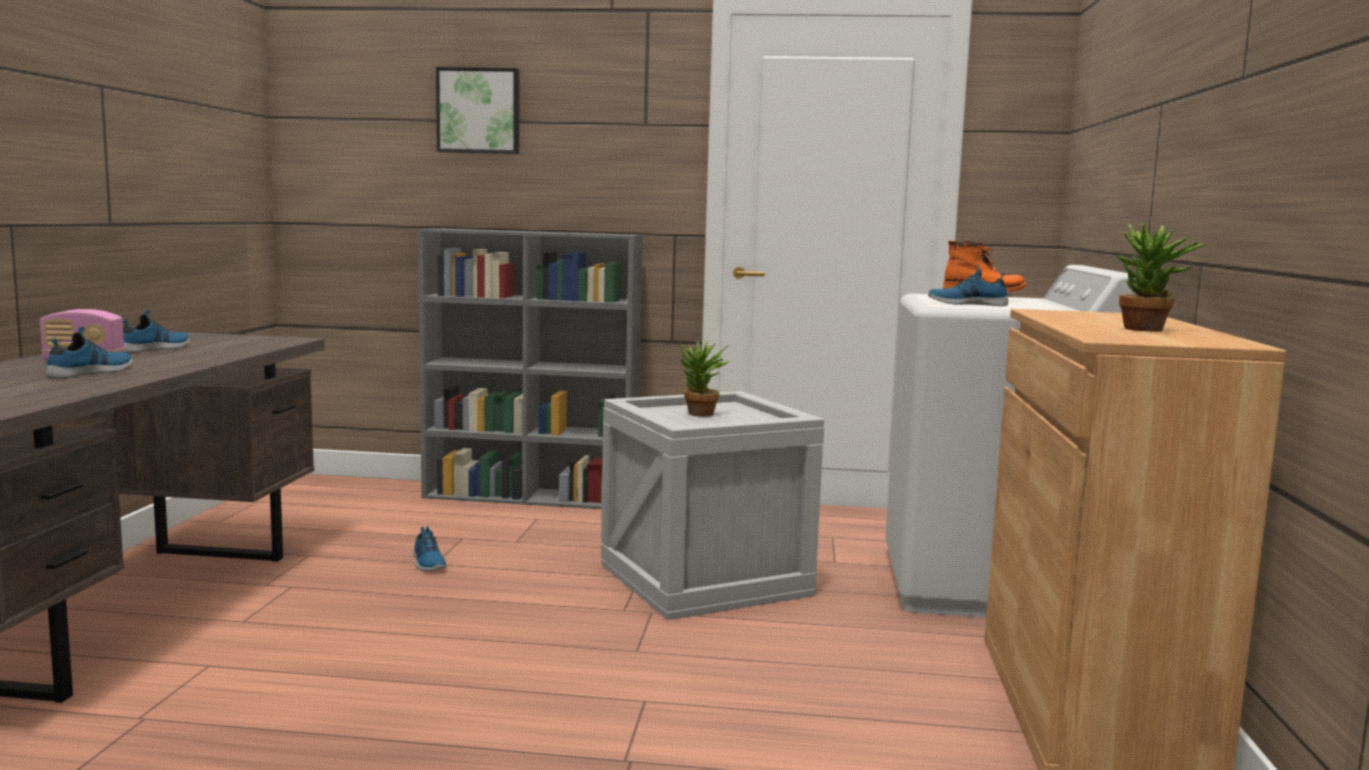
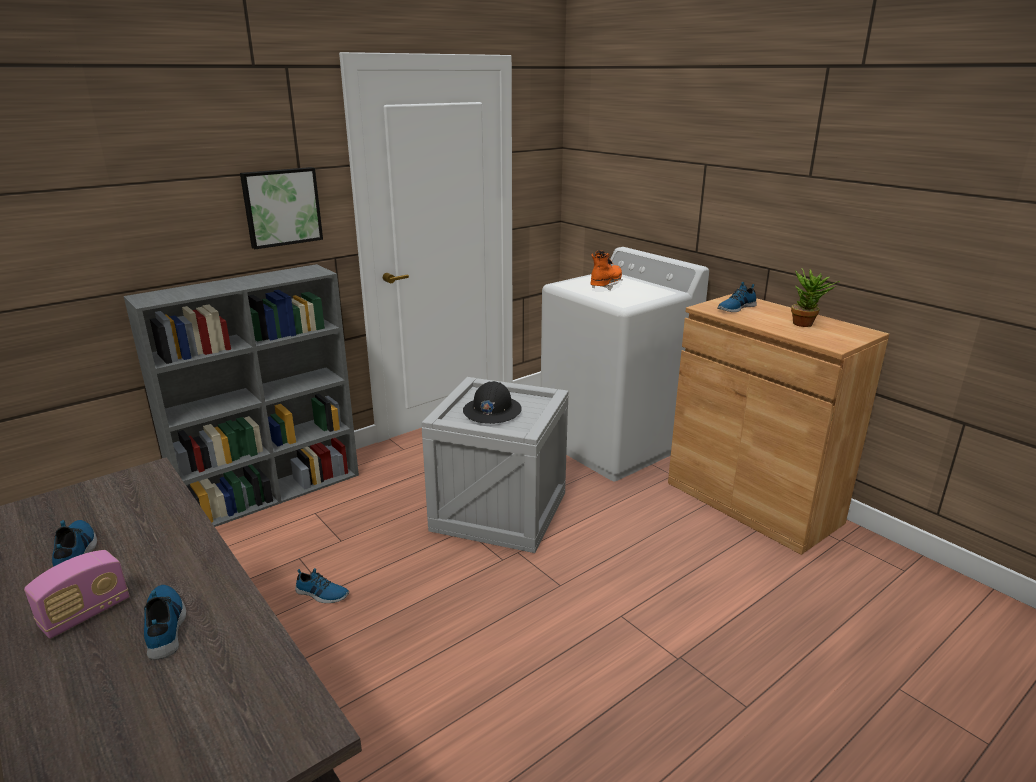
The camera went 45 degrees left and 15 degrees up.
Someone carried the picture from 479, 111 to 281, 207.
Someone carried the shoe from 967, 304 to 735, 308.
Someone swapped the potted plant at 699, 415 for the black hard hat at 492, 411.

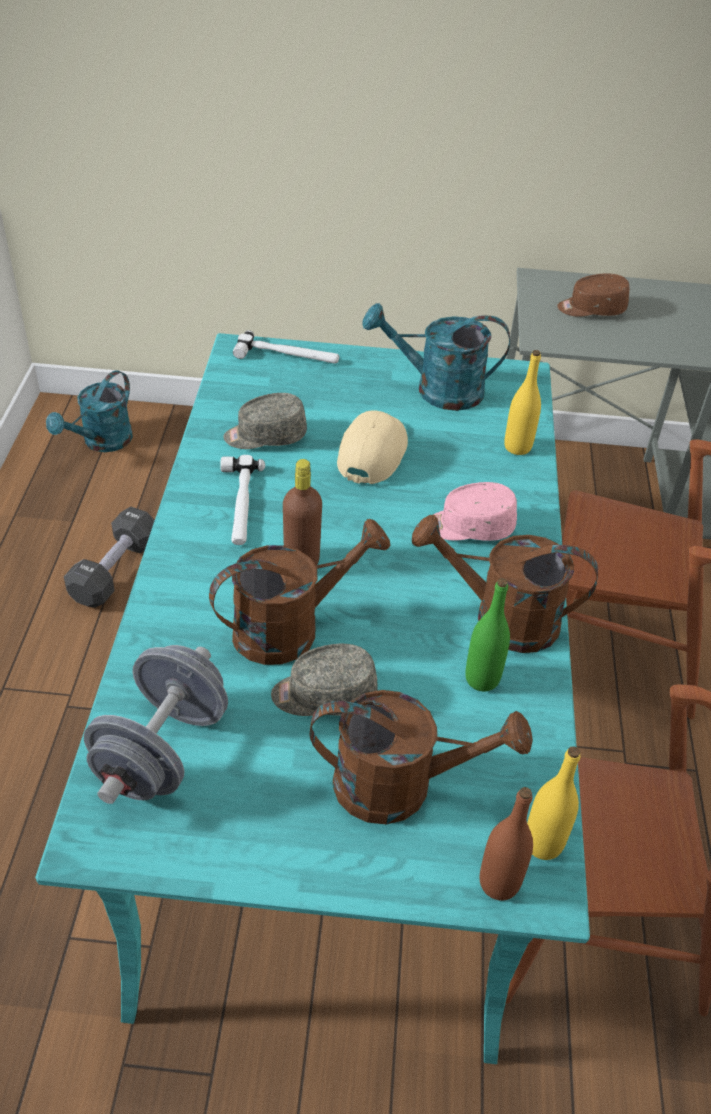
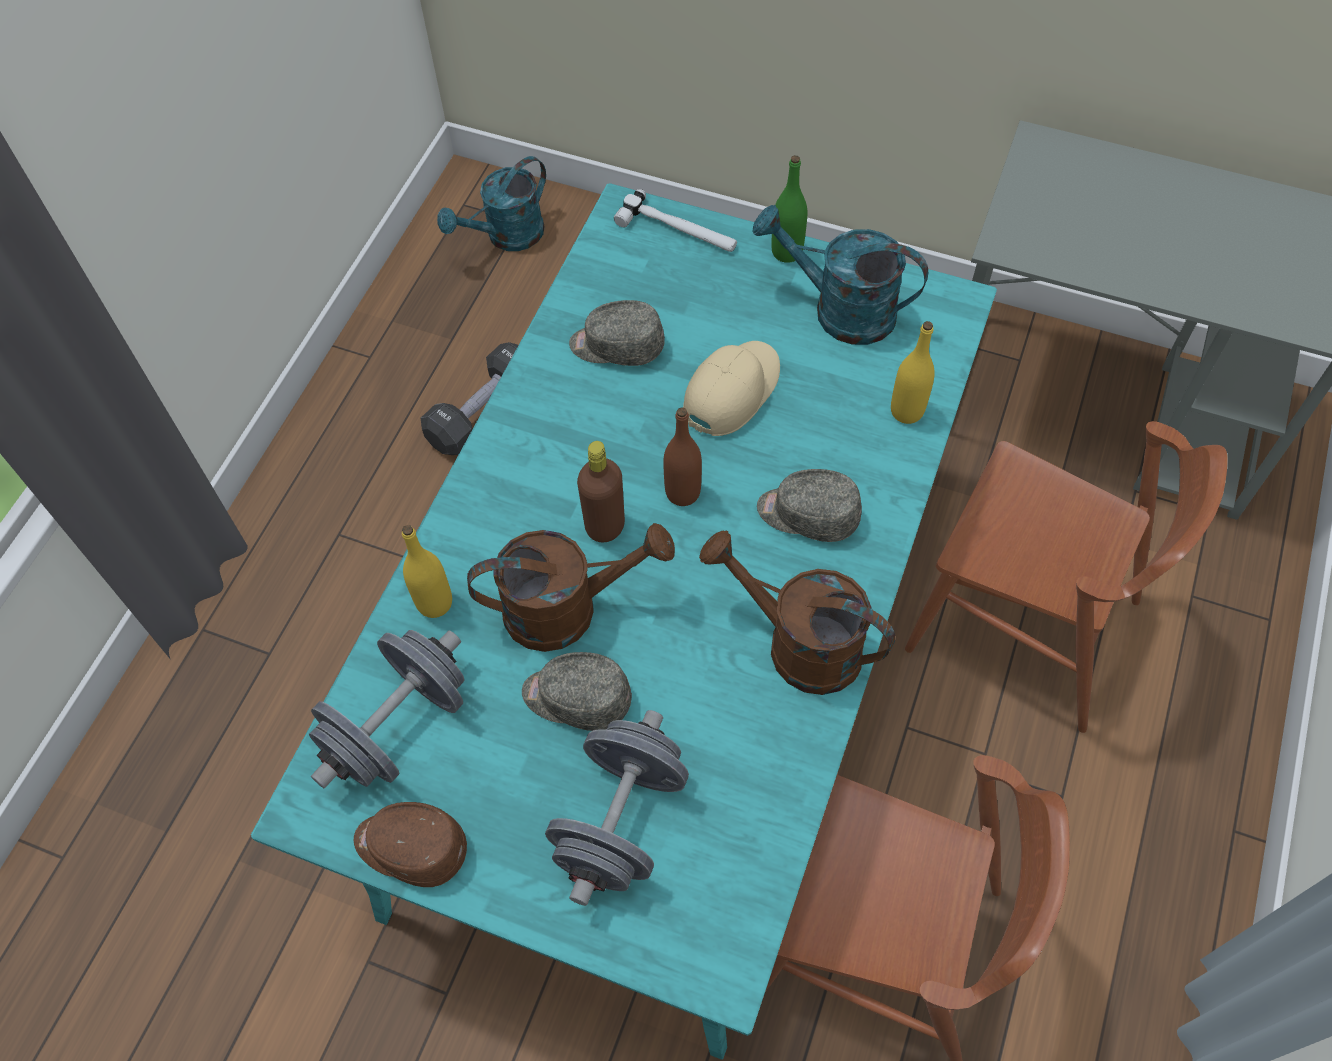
The camera went 20 degrees right and 15 degrees up.
Someone took away the hammer at 240, 504.
Someone carried the green bottle from 482, 679 to 786, 252.
Someone carried the brown bottle from 499, 883 to 682, 492.
Someone carried the yellow bottle from 543, 843 to 434, 603.
Someone carried the brown cap from 591, 309 to 410, 847.
Someone swapped the brown watering can at 401, 785 for the grey dumbbell at 620, 821.
Someone repainted the pink cap at 469, 526, which became the grey cap at 807, 514.

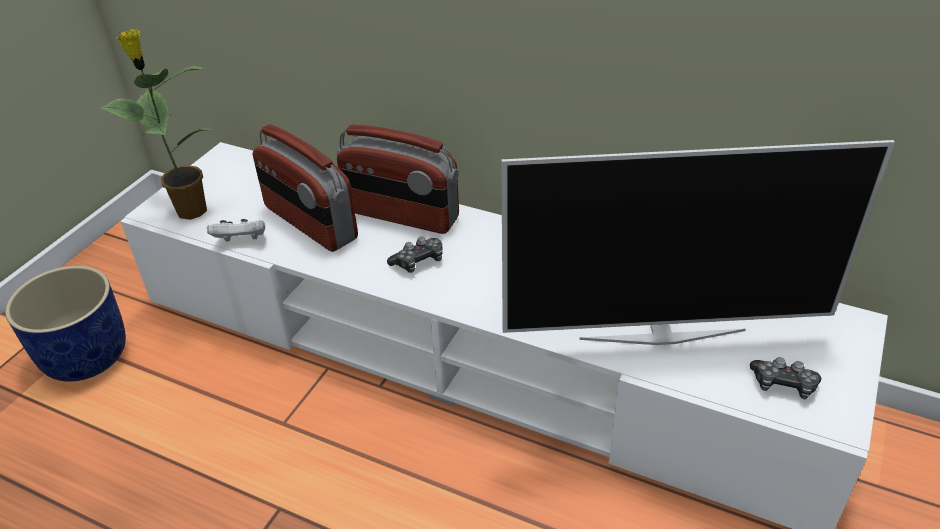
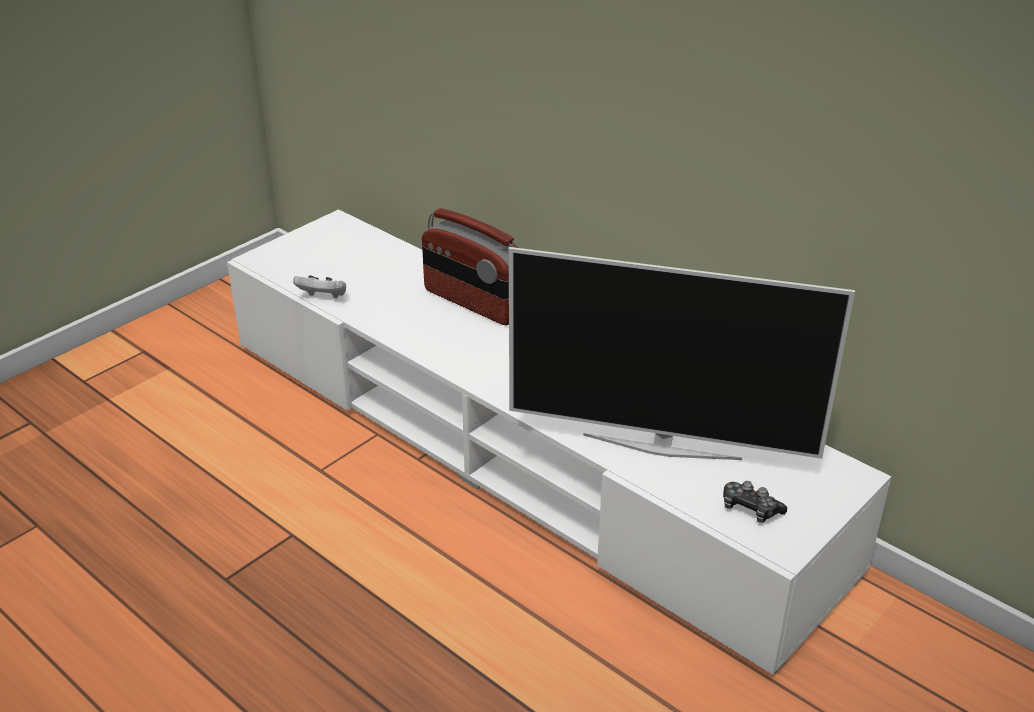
The camera went 15 degrees right and 5 degrees down.
Someone took away the blue planter at 86, 355.
Someone took away the potted plant at 189, 209.
Someone took away the radio at 309, 223.
Someone took away the game controller at 418, 261.

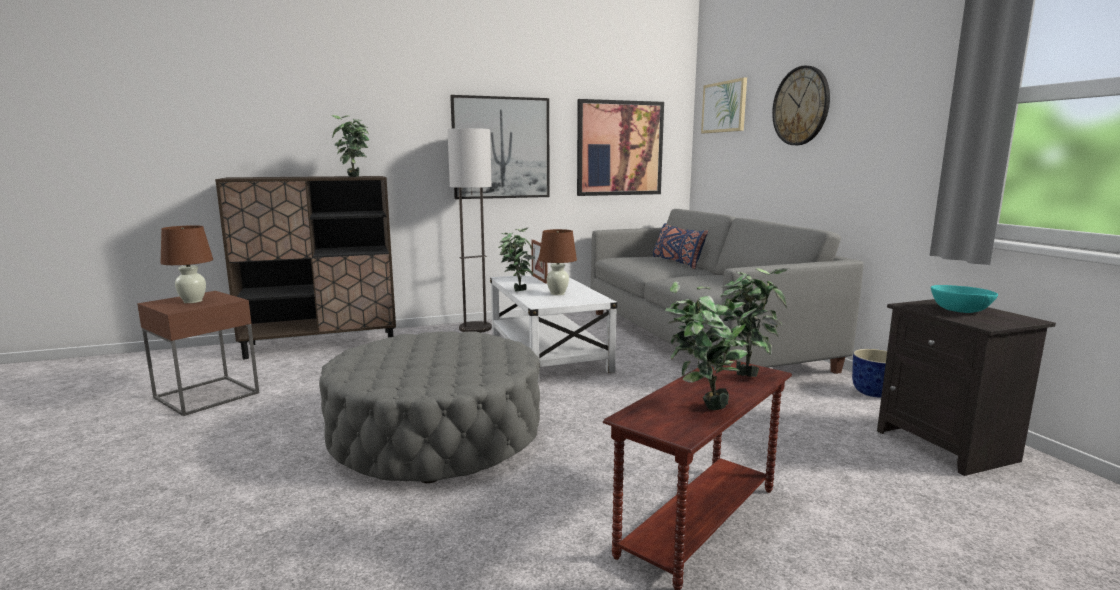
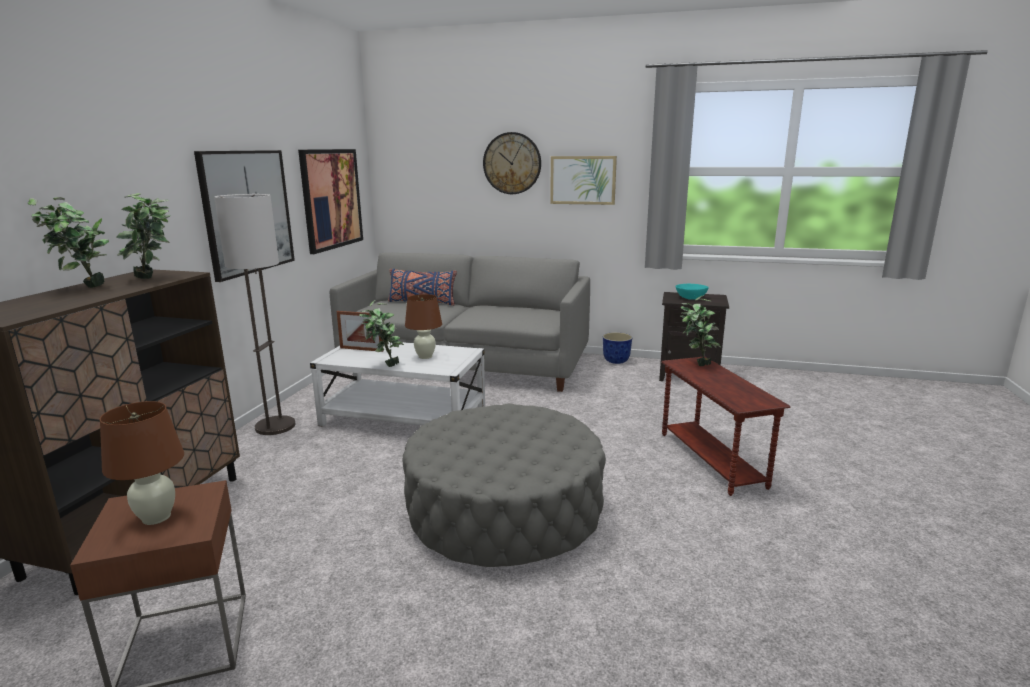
The camera went 55 degrees left and 5 degrees up.
Someone carried the potted plant from 699, 407 to 83, 288.
Someone carried the picture from 724, 107 to 583, 180.

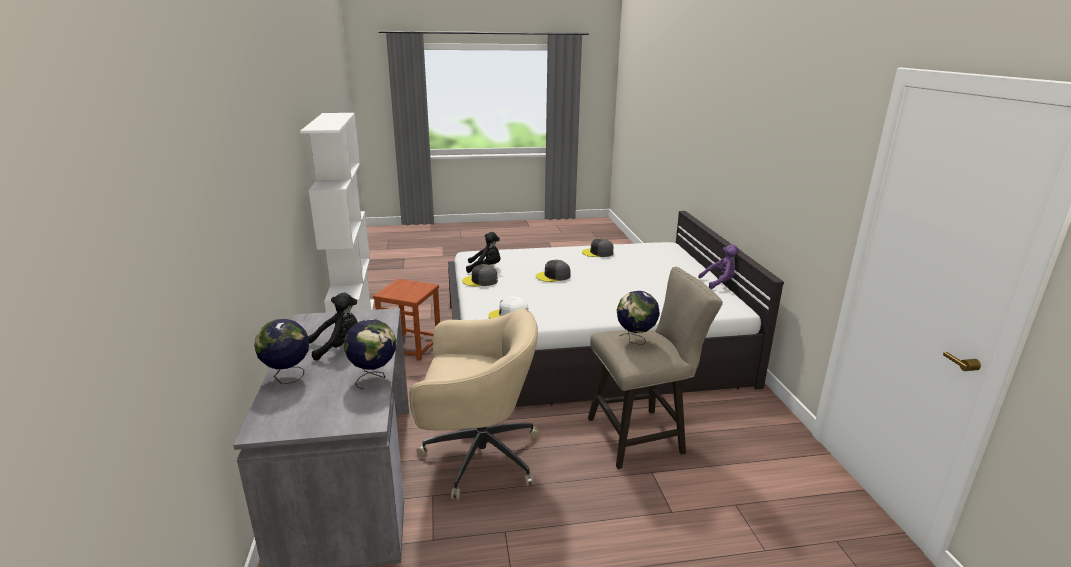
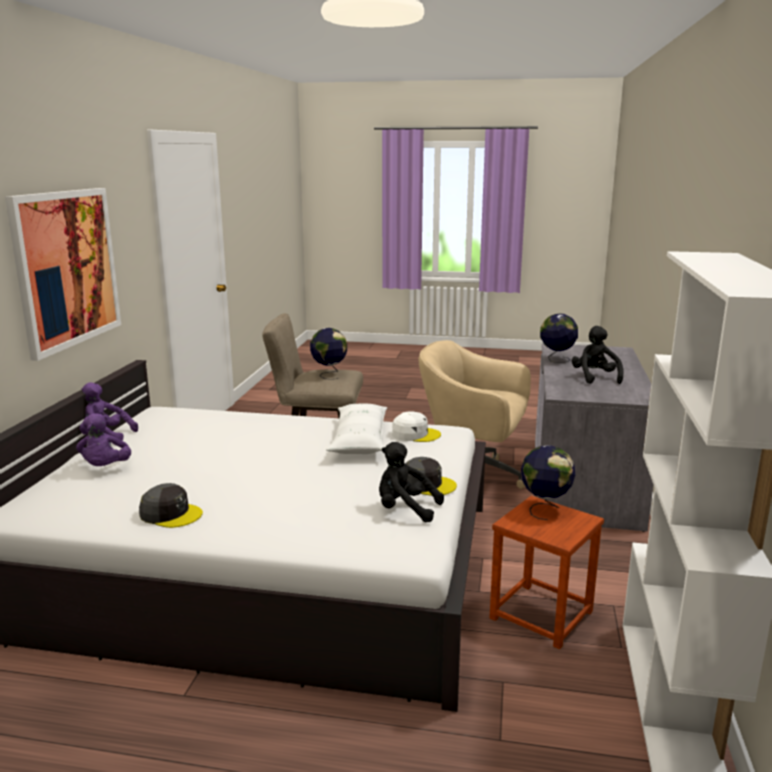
The camera went 160 degrees left and 5 degrees down.
Someone took away the grey cap at 553, 276.
Someone put up the picture at 67, 268.
Someone put down the purple plush toy at 105, 468.
Someone put down the white pillow at 359, 440.
Someone carried the globe from 288, 377 to 545, 509.
Someone rotated the black plush toy at 339, 346 by 90 degrees clockwise.

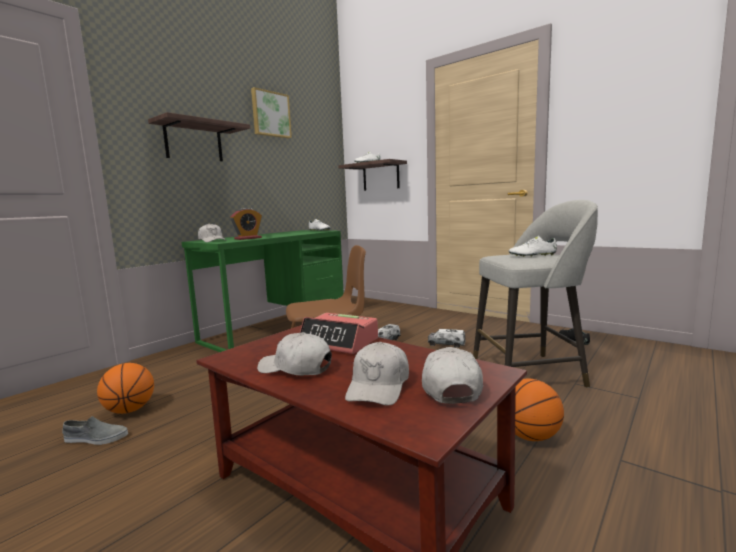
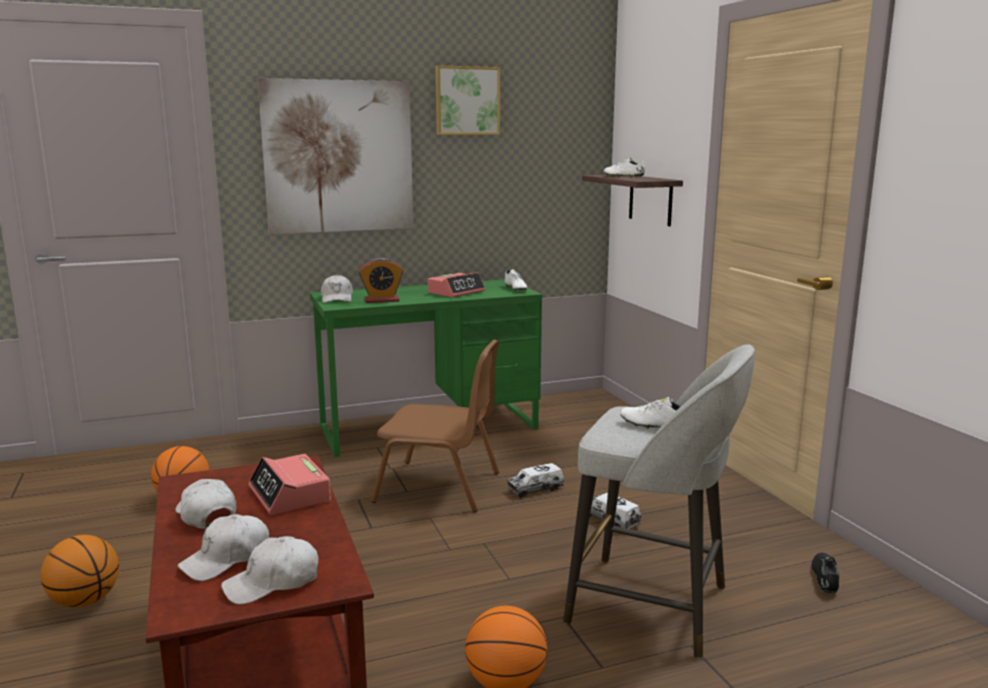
The camera went 30 degrees right and 5 degrees up.
Someone took away the grey shoe at 95, 438.
Someone put down the basketball at 85, 601.
Someone put down the alarm clock at 456, 292.
Someone swapped the shelf at 193, 142 for the picture at 339, 157.
Someone rotated the white cap at 450, 387 by 150 degrees counterclockwise.

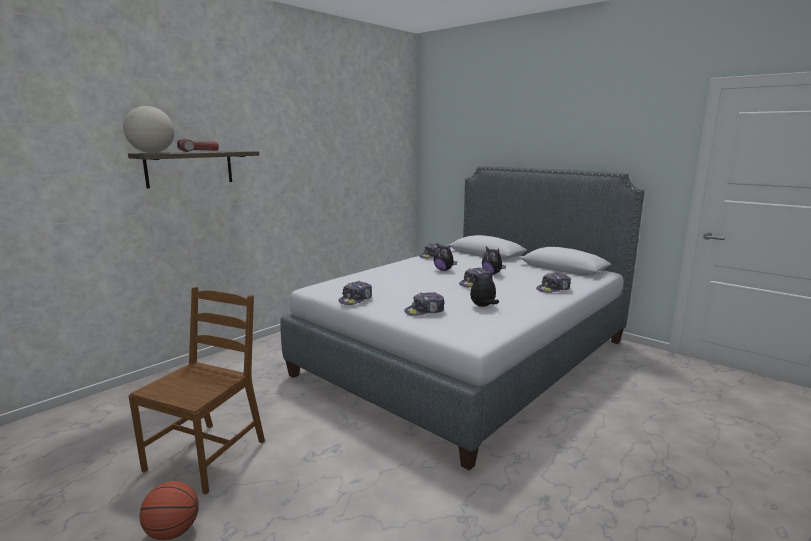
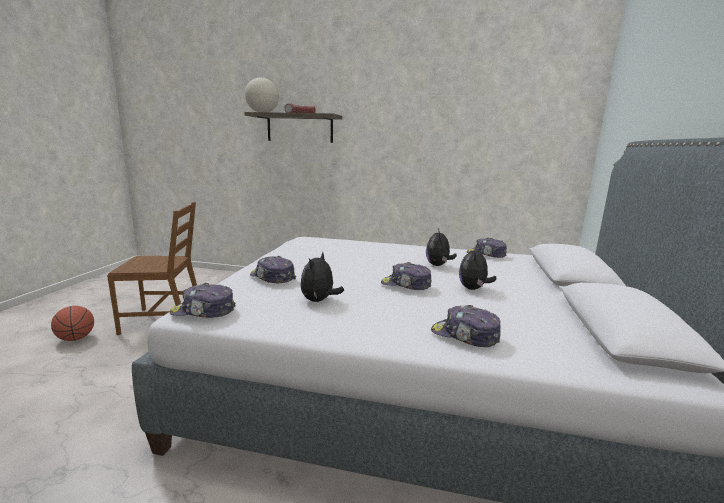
The camera went 60 degrees right and 0 degrees up.
Someone carried the cap from 356, 299 to 203, 311.
Someone rotated the plush toy at 483, 306 by 105 degrees counterclockwise.

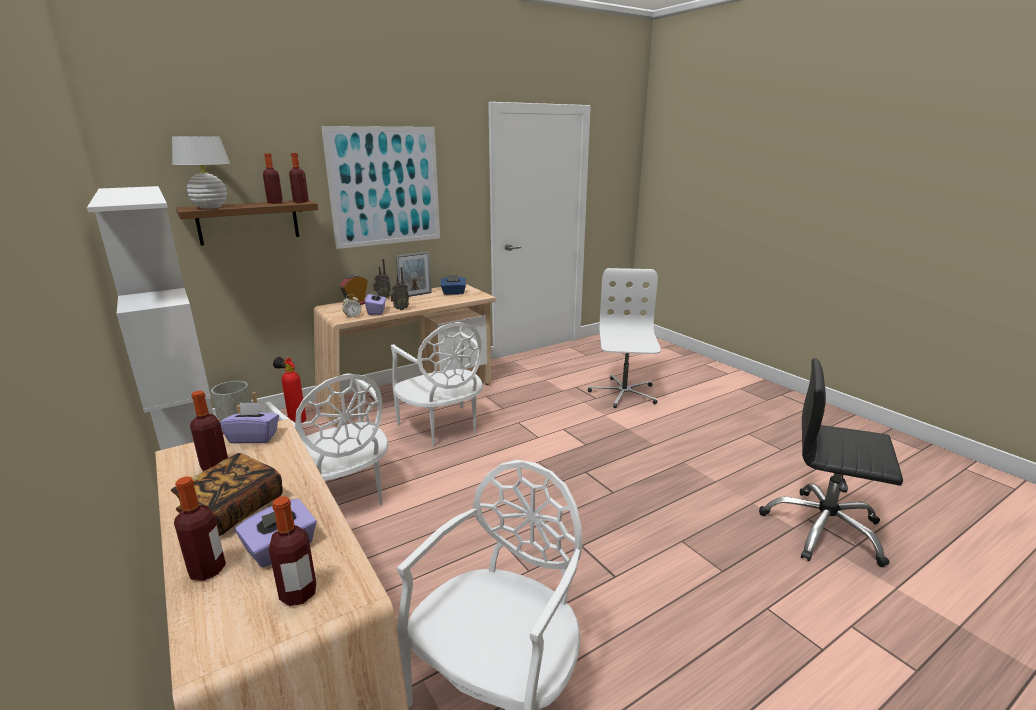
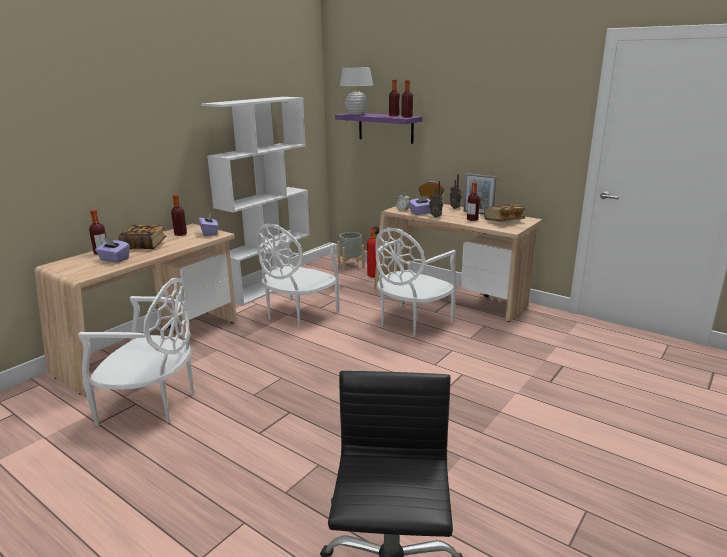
The camera went 70 degrees right and 0 degrees up.
Someone took away the picture at 385, 186.
Someone took away the white office chair at 623, 393.
Someone carried the bottle from 298, 594 to 472, 219.
Someone swapped the blue tissue box at 453, 293 for the book at 504, 221.
Someone repainted the brown shelf at 248, 222, which became the purple shelf at 385, 127.

